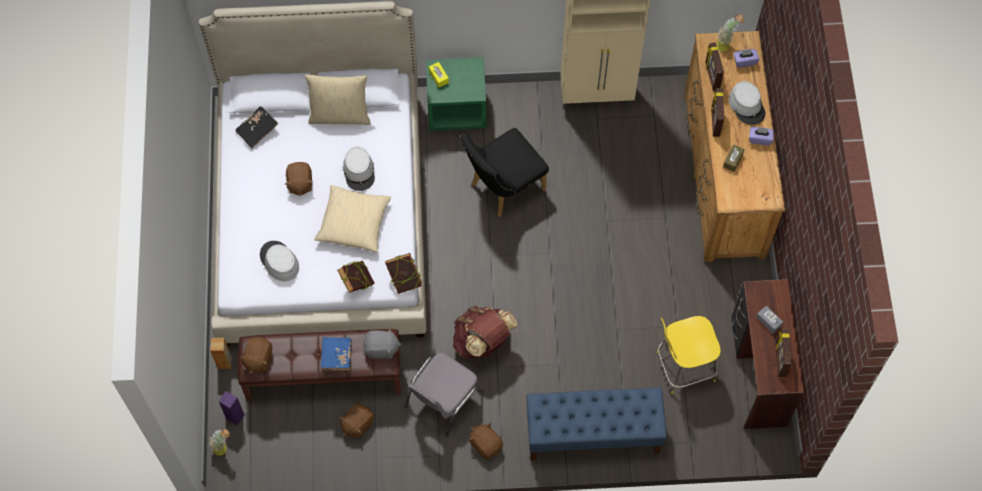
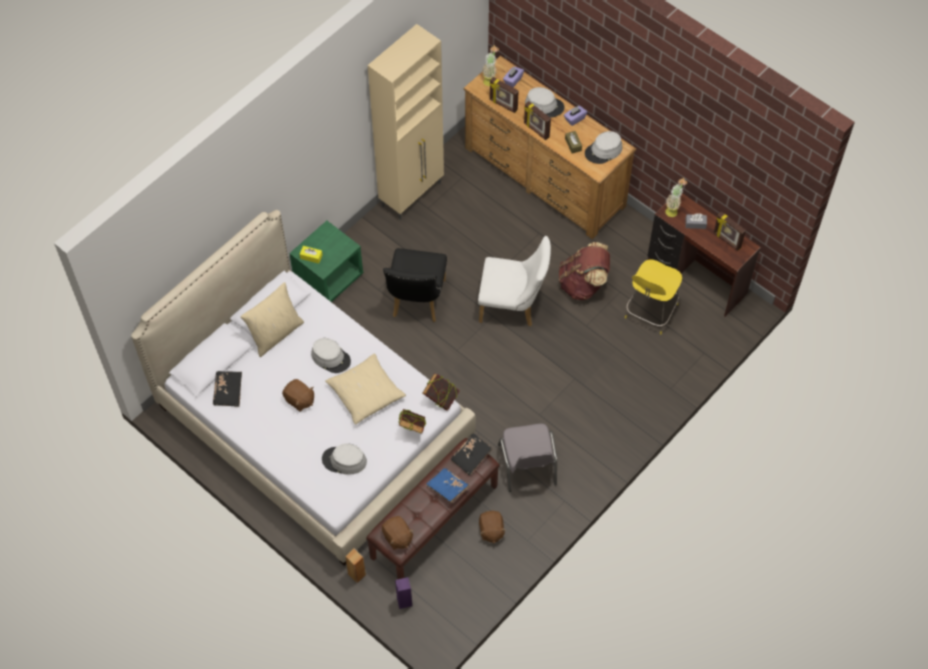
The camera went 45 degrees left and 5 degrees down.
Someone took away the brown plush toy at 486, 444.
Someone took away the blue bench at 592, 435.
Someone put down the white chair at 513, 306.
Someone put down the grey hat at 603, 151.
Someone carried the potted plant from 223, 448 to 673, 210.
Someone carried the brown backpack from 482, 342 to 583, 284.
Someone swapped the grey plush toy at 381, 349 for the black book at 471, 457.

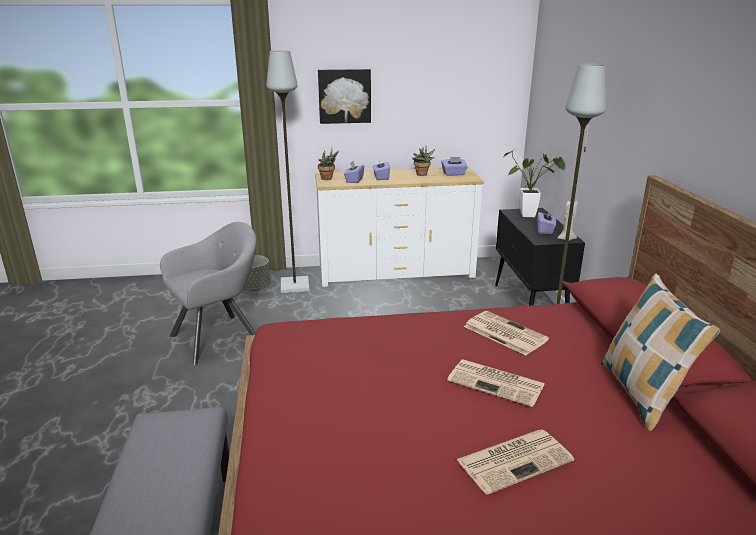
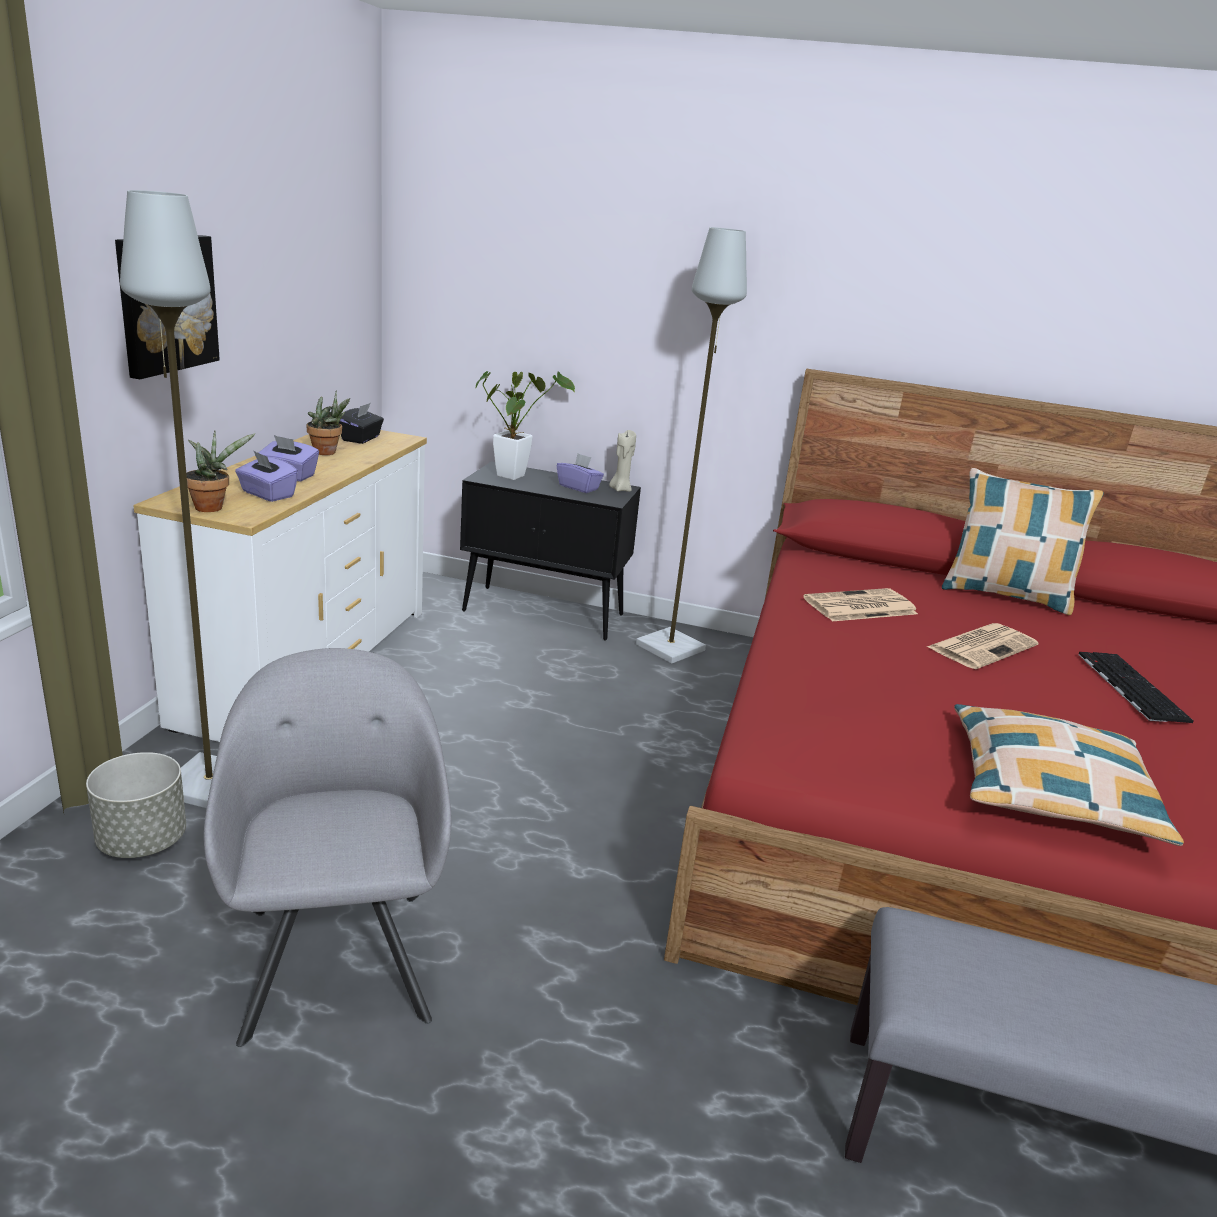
The camera went 70 degrees left and 0 degrees up.
Someone put down the pillow at 1050, 790.
Someone swapped the newspaper at 515, 460 for the keyboard at 1129, 686.
Someone repainted the purple tissue box at 454, 174, which became the black tissue box at 361, 438.

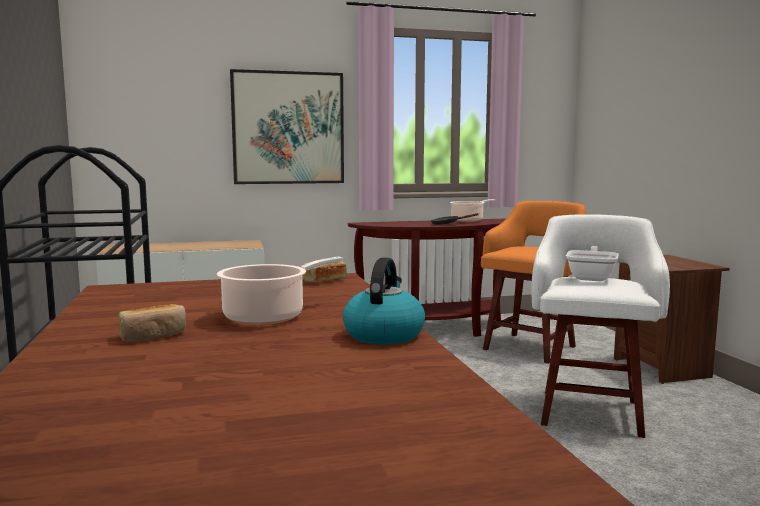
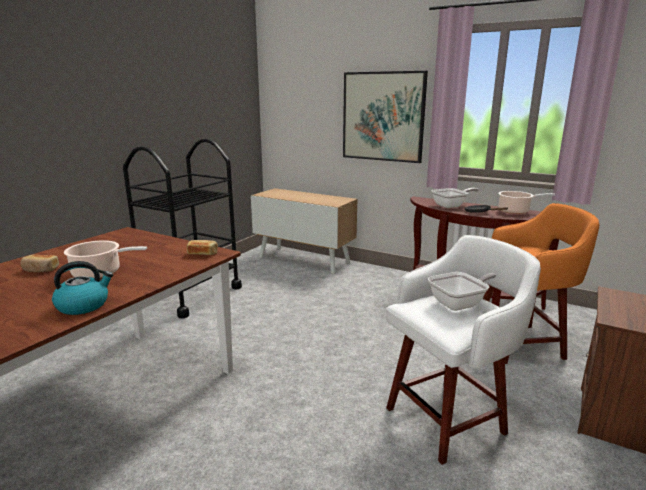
The camera went 45 degrees right and 10 degrees up.
Someone put down the frying pan at 451, 206.

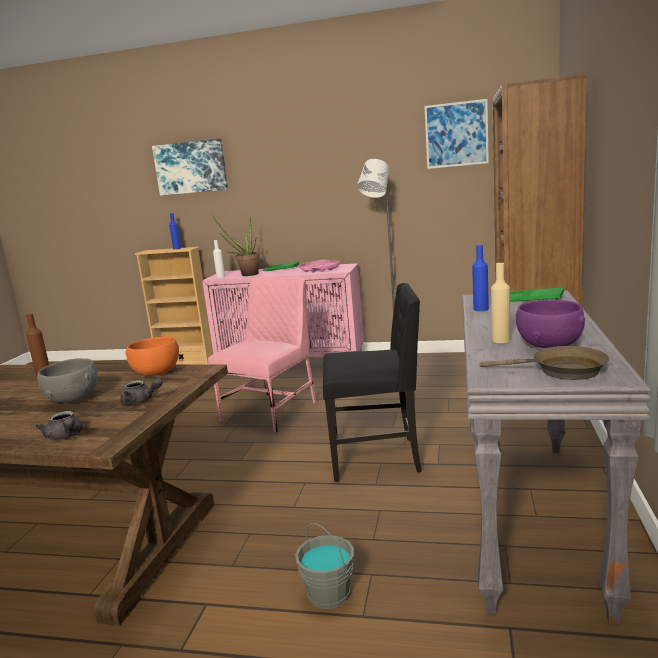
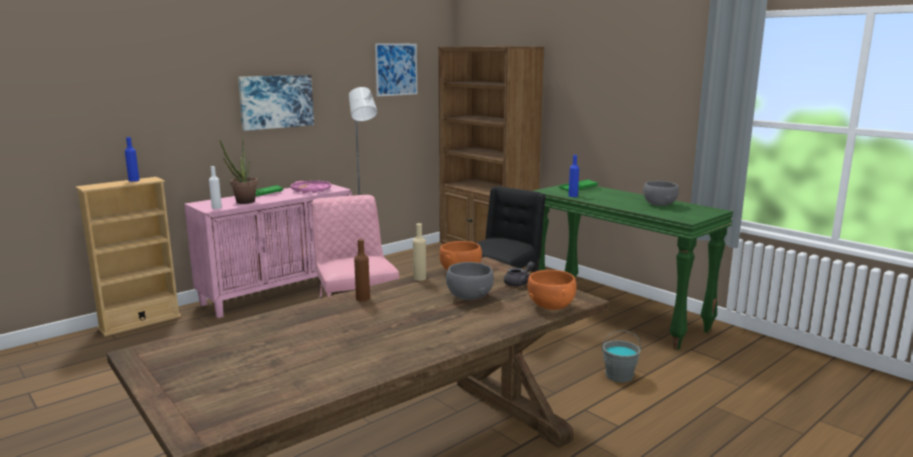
The camera went 55 degrees left and 0 degrees up.
Someone took away the brown frying pan at 562, 371.
Someone carried the picture from 191, 167 to 276, 101.
Someone carried the beige bottle from 501, 340 to 419, 278.
Someone swapped the grey teapot at 65, 437 for the orange bowl at 551, 306.
Someone repainted the grey console table at 532, 516, which became the green console table at 618, 314.
Someone repainted the purple bowl at 549, 345, which became the grey bowl at 659, 204.

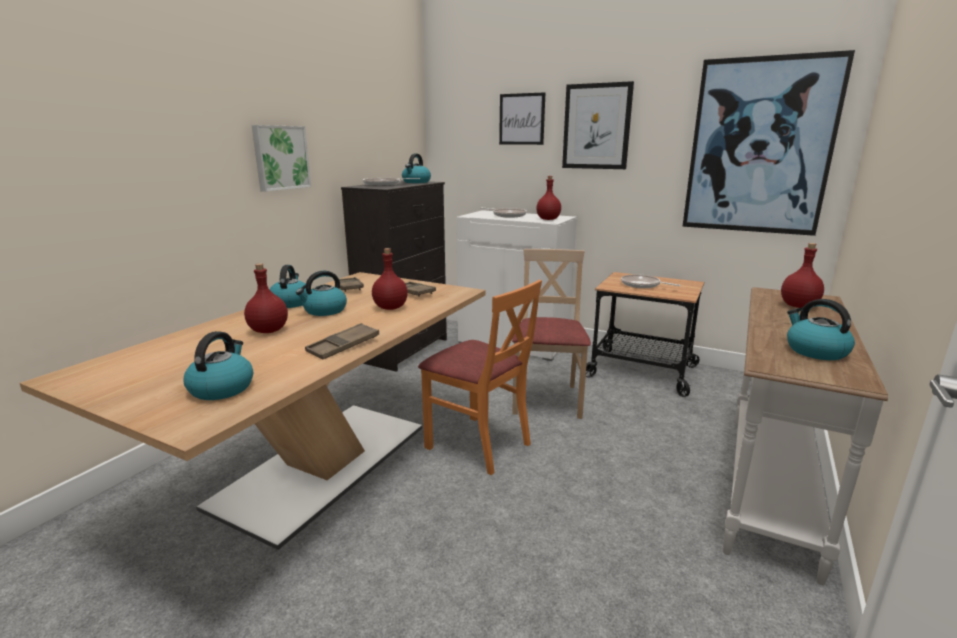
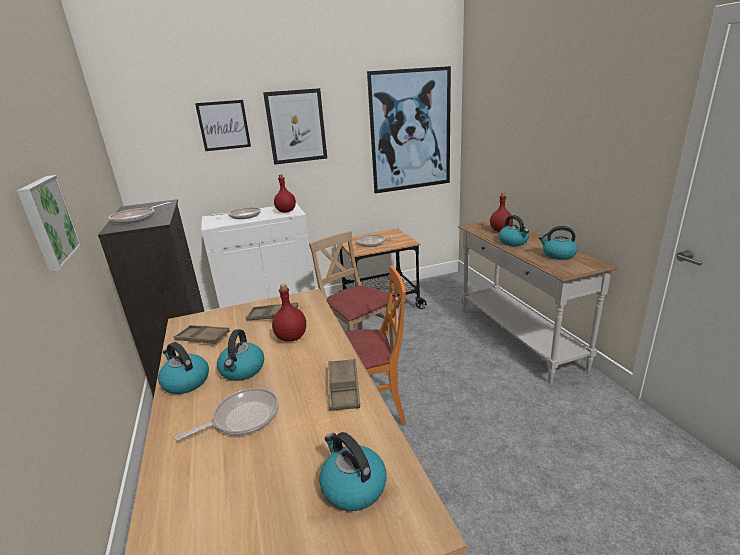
The camera went 45 degrees left and 5 degrees up.
Someone carried the kettle from 416, 182 to 513, 242.
Someone swapped the red bottle at 268, 330 for the frying pan at 242, 418.

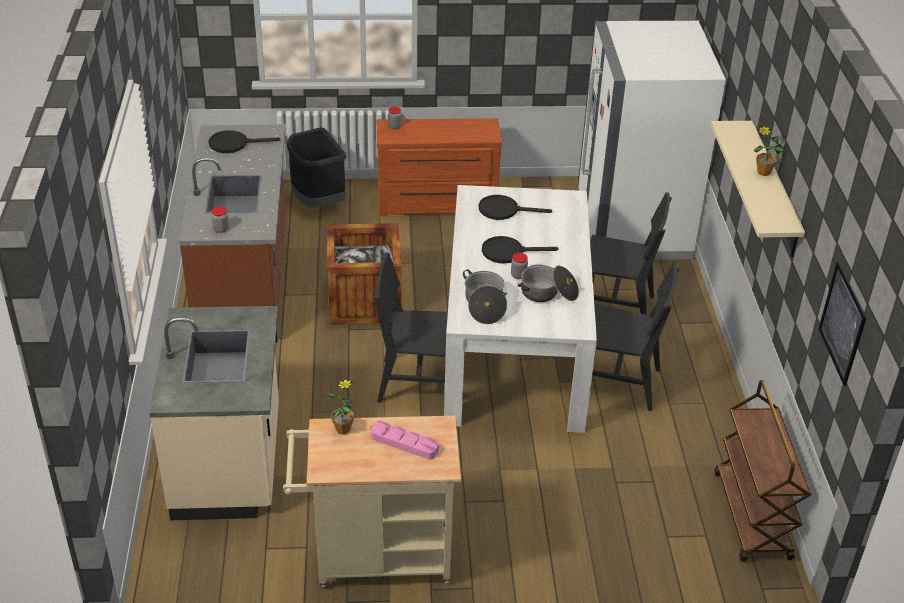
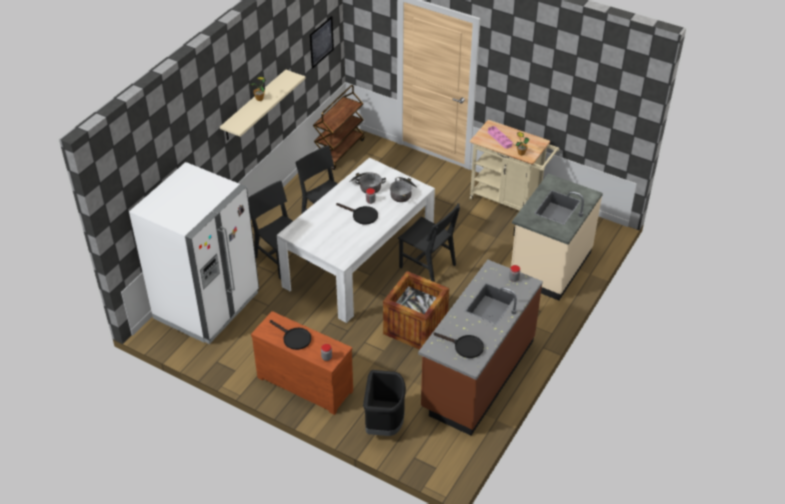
The camera went 145 degrees left and 5 degrees up.
Someone carried the black frying pan from 504, 210 to 294, 338.

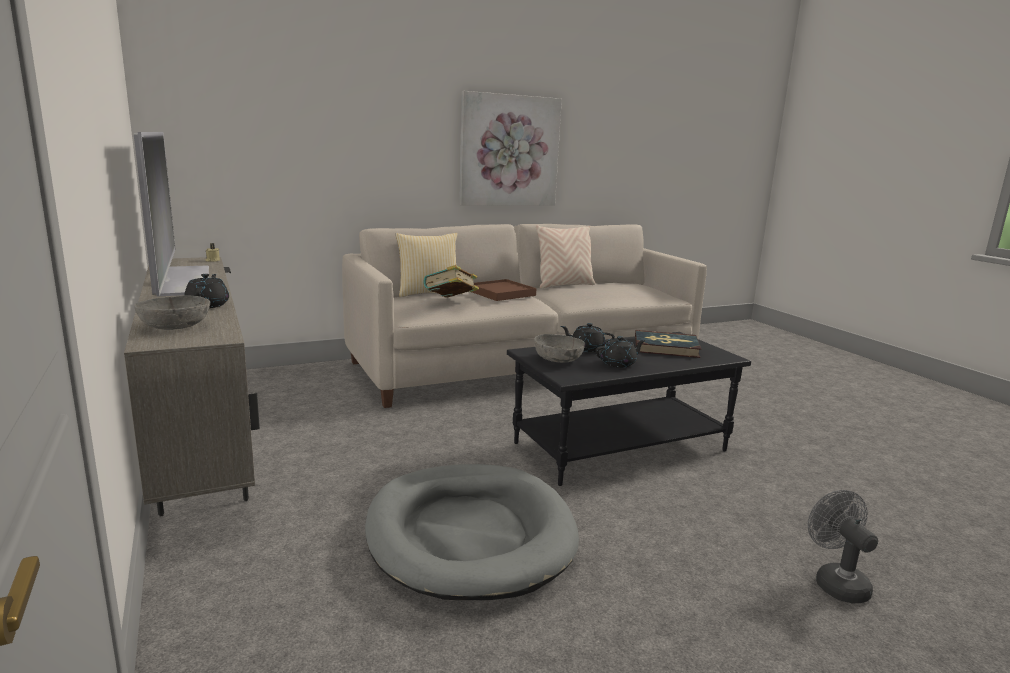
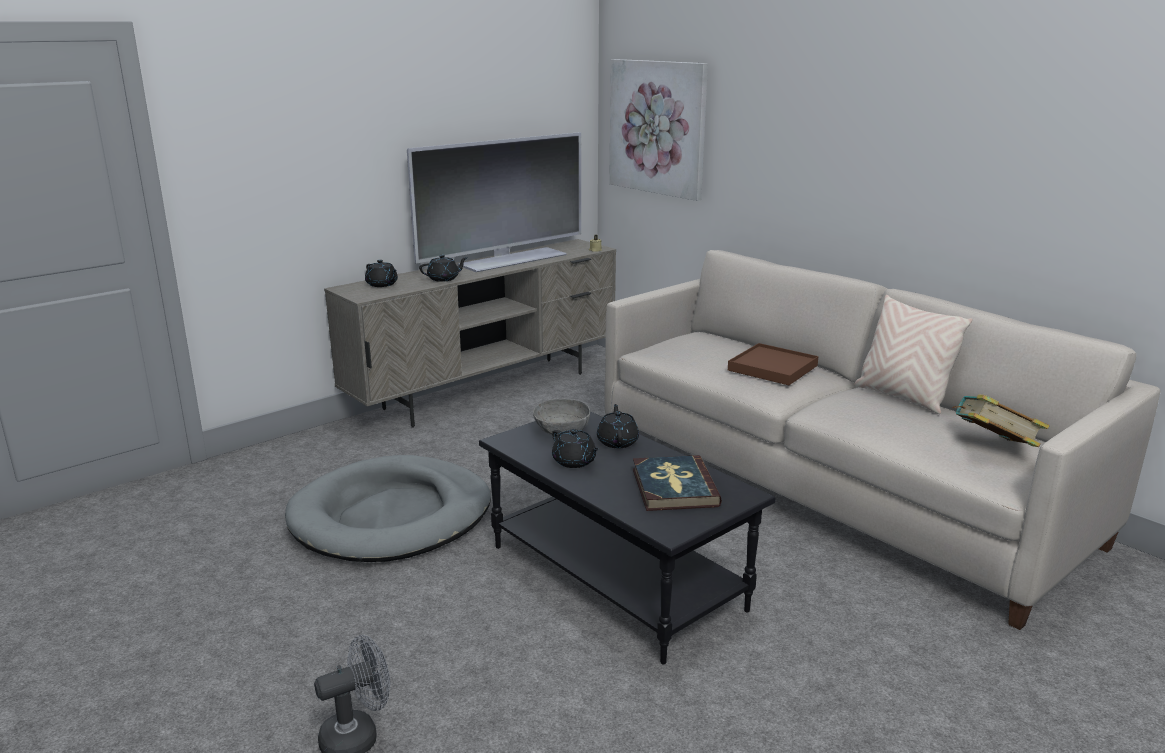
The camera went 75 degrees right and 5 degrees up.
Someone took away the pillow at 428, 293.
Someone carried the book from 450, 302 to 992, 447.
Someone carried the picture from 509, 151 to 657, 128.
Someone swapped the grey bowl at 175, 327 for the black teapot at 382, 284.

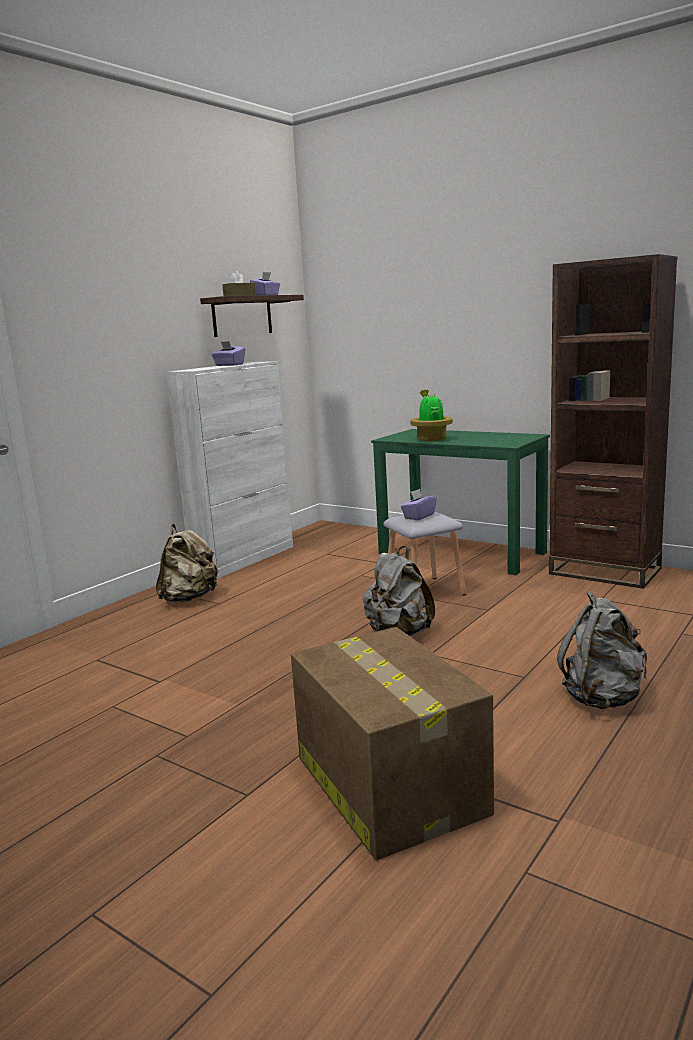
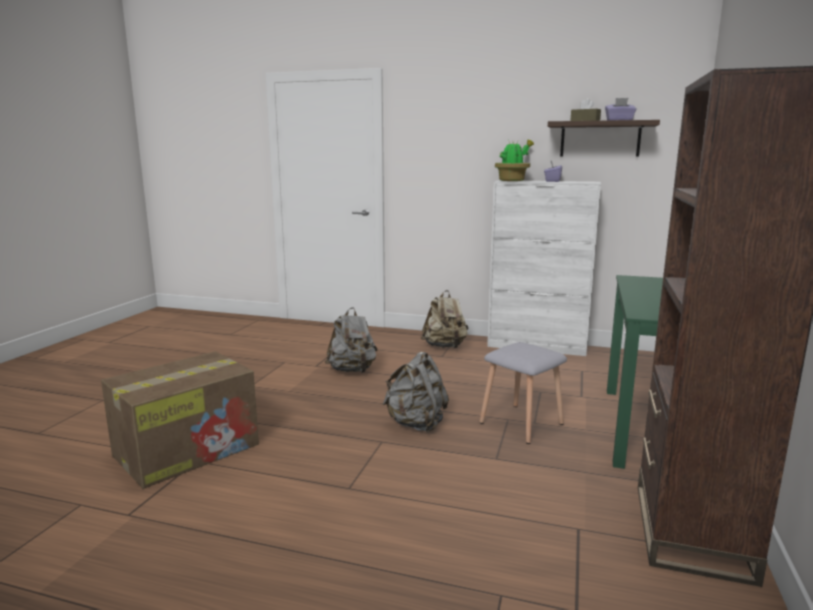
The camera went 70 degrees right and 0 degrees up.
Someone took away the purple tissue box at 419, 516.
Someone carried the potted plant from 431, 439 to 512, 180.
Someone carried the grey backpack from 603, 698 to 352, 371.

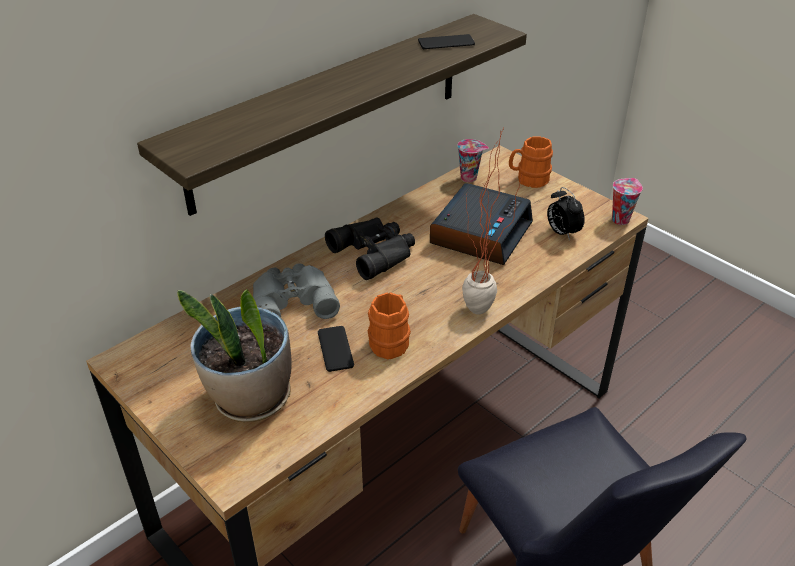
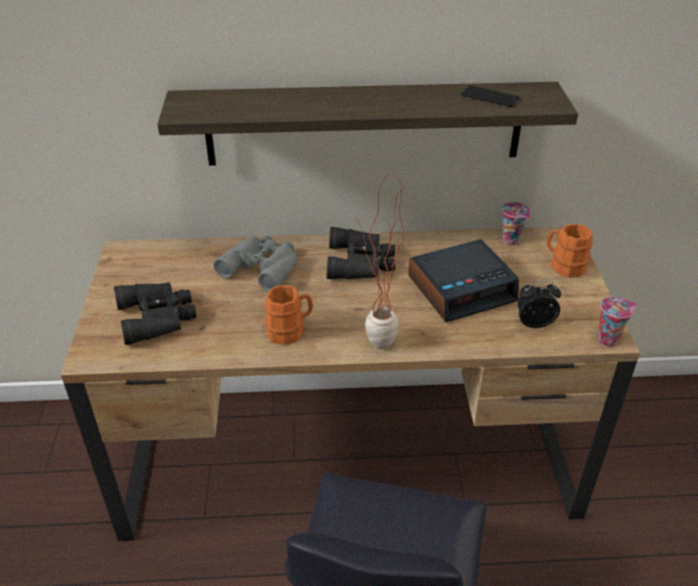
The camera went 40 degrees right and 0 degrees up.
Someone took away the phone at 335, 349.
Someone swapped the potted plant at 251, 399 for the black binoculars at 158, 316.
Someone rotated the alarm clock at 561, 233 by 75 degrees clockwise.

